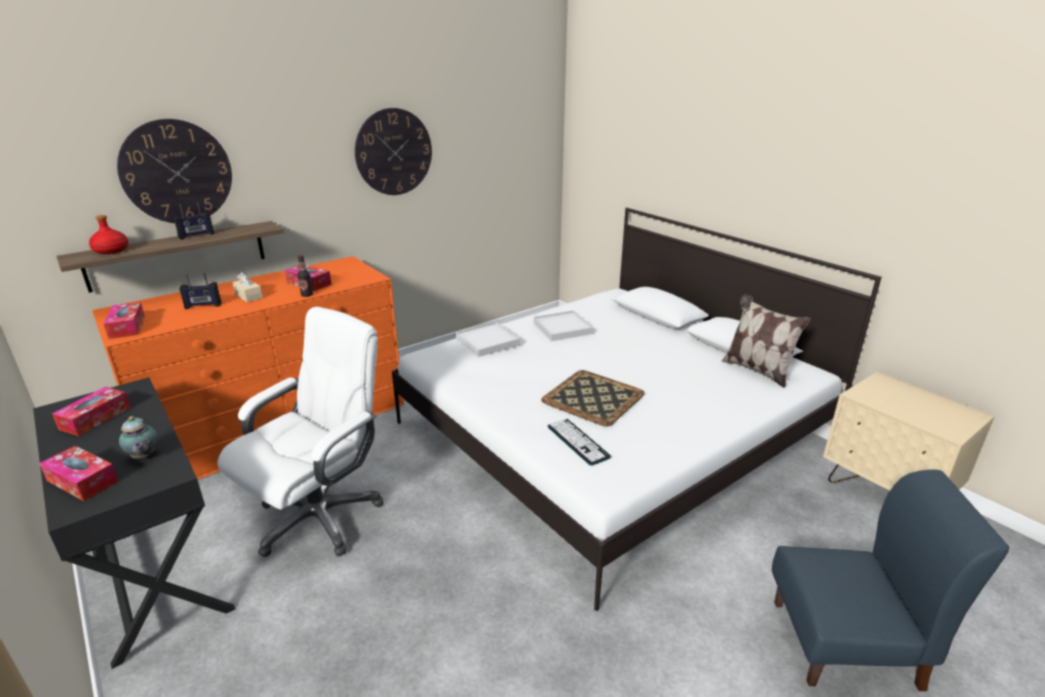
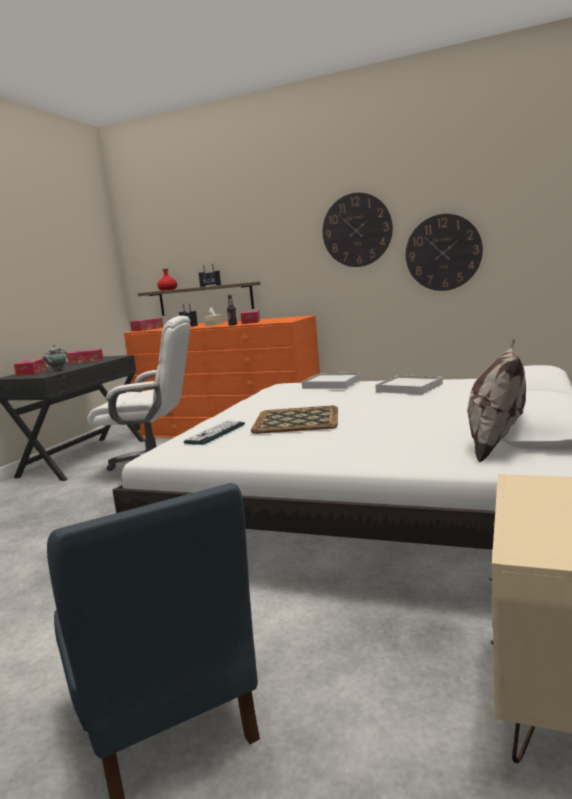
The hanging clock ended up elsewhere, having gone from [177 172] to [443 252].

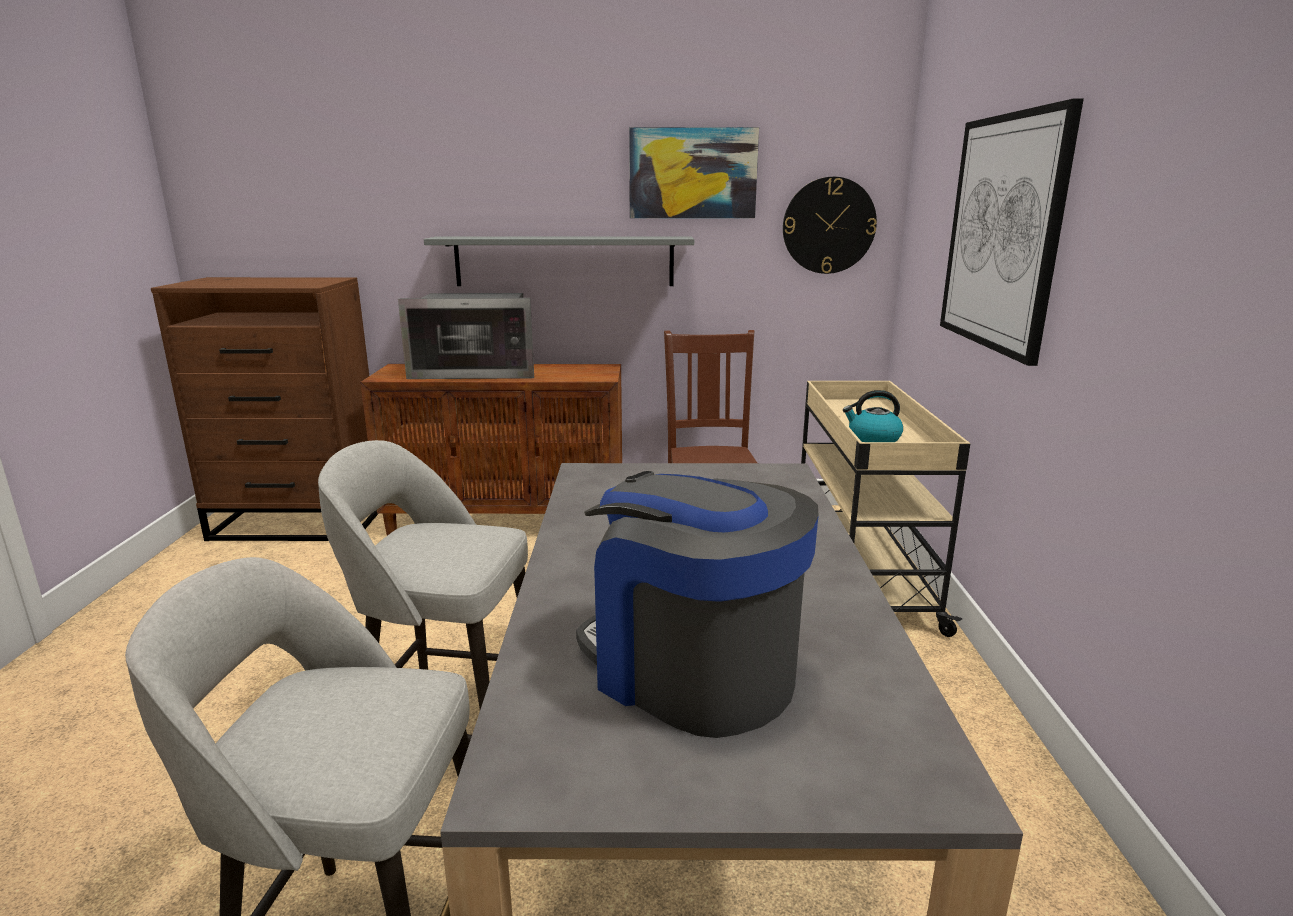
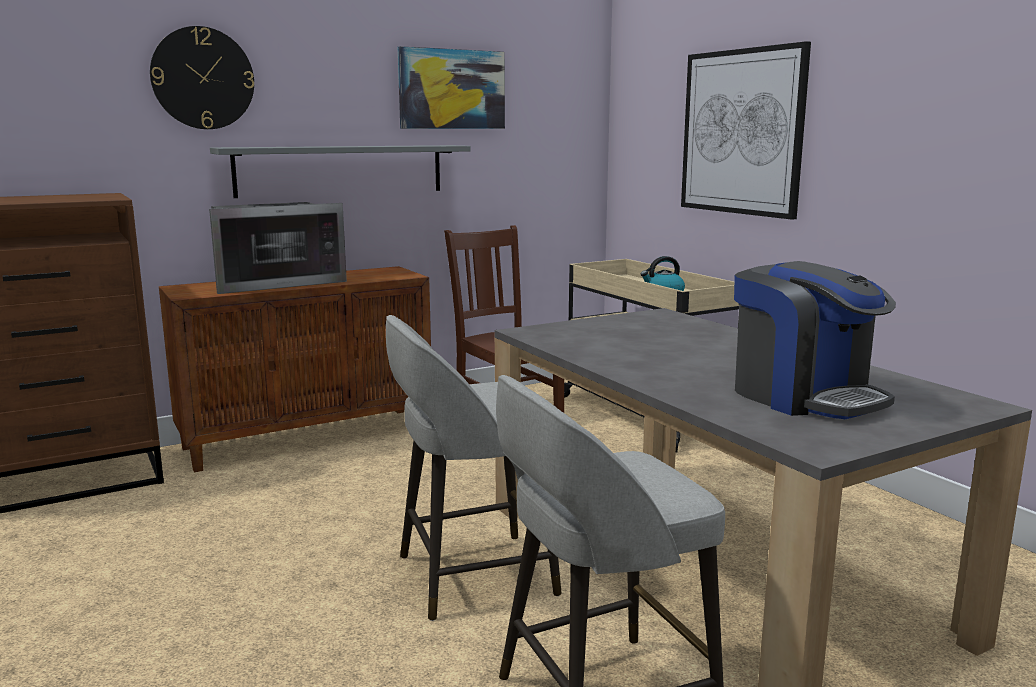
The coffee maker at [690 670] ended up facing another way, 135 degrees counterclockwise from before. The hanging clock ended up elsewhere, having gone from [828 225] to [203 78].

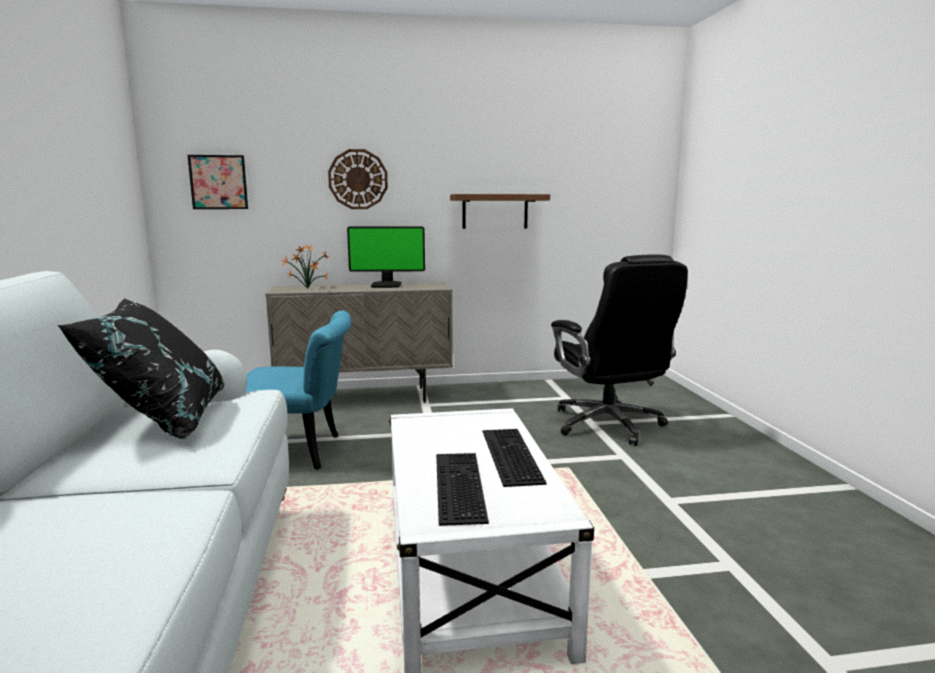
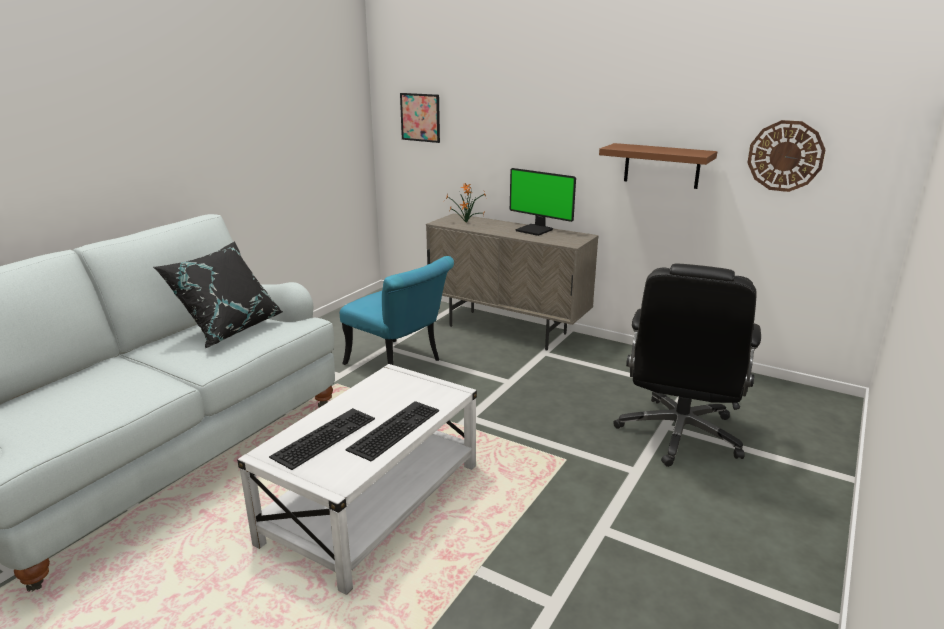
The hanging clock ended up elsewhere, having gone from [358 179] to [785 156].

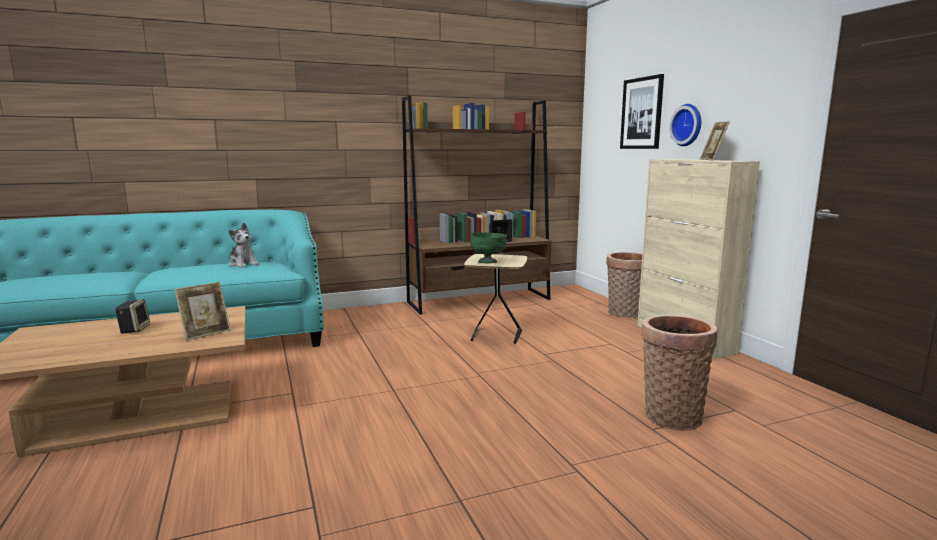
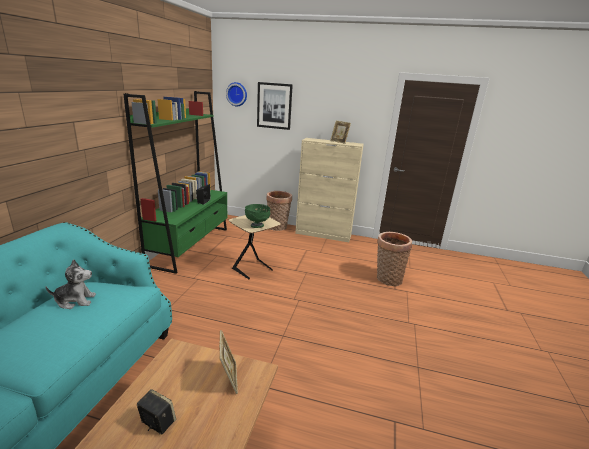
What was the bookshelf/brownish at [479 301] turned into the bookshelf/green-coloured at [190 246]. The hanging clock ended up elsewhere, having gone from [688 125] to [237 94].

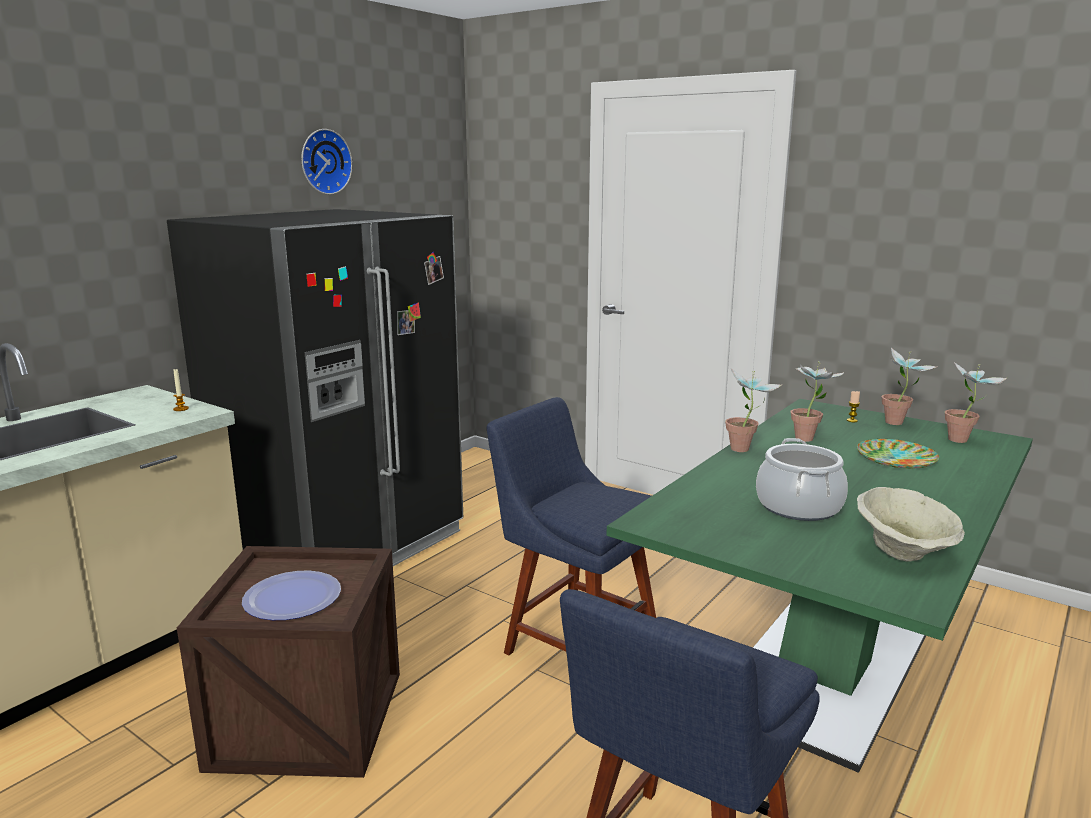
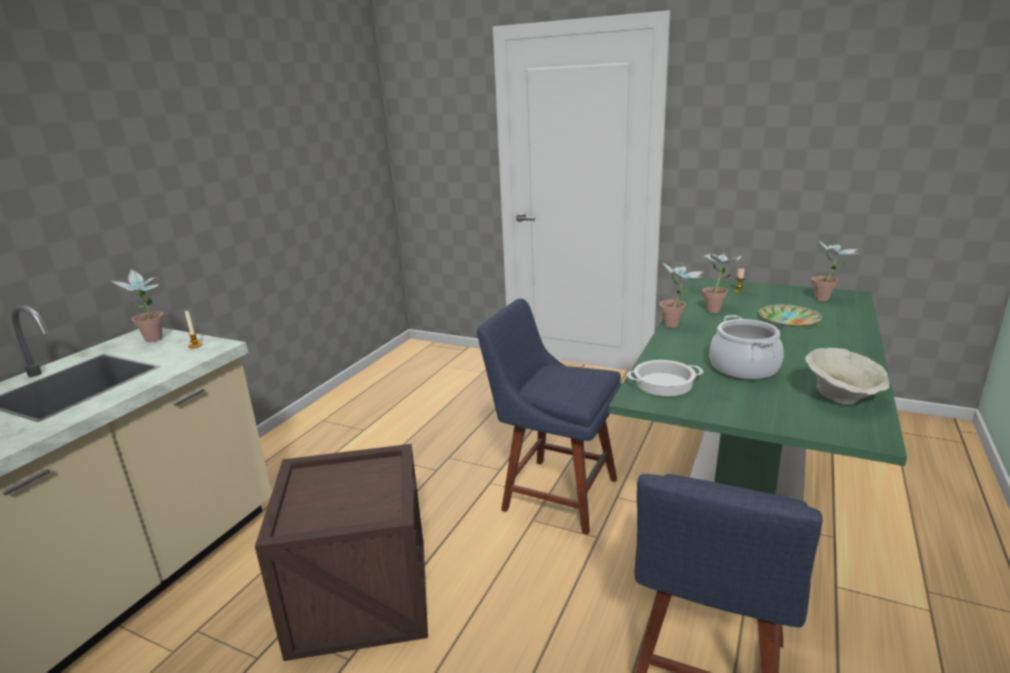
The second view lost the refrigerator/black at [343 546]. The second view lost the flat dish at [292 597]. The second view lost the hanging clock at [324 162]. The potted plant ended up elsewhere, having gone from [899 424] to [154 341]. The second view gained the stockpot at [663 384].

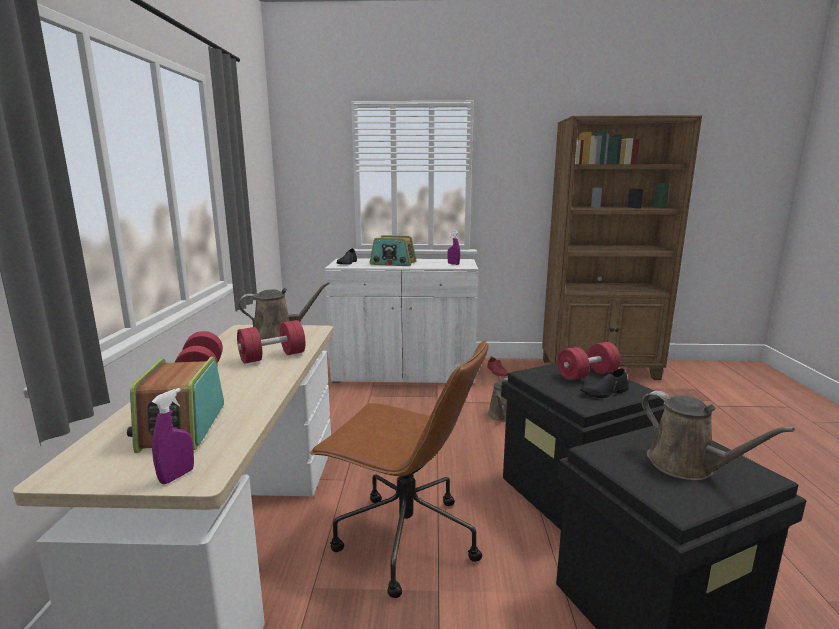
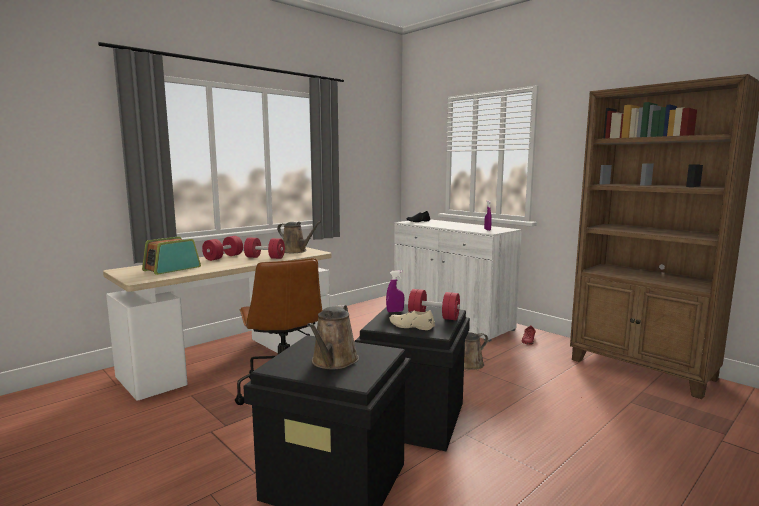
The spray bottle/purple ended up elsewhere, having gone from [177 476] to [395 311]. The second view lost the radio receiver at [393 263]. What was the item of footwear/black at [604 392] turned into the item of footwear/beige at [411 326].

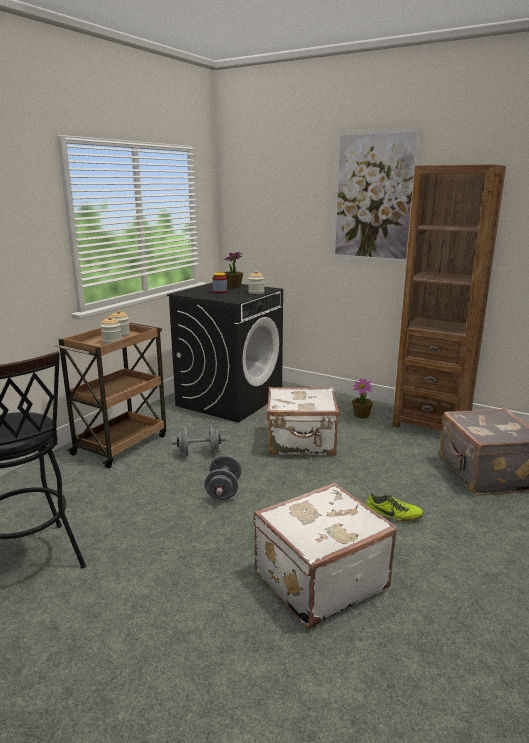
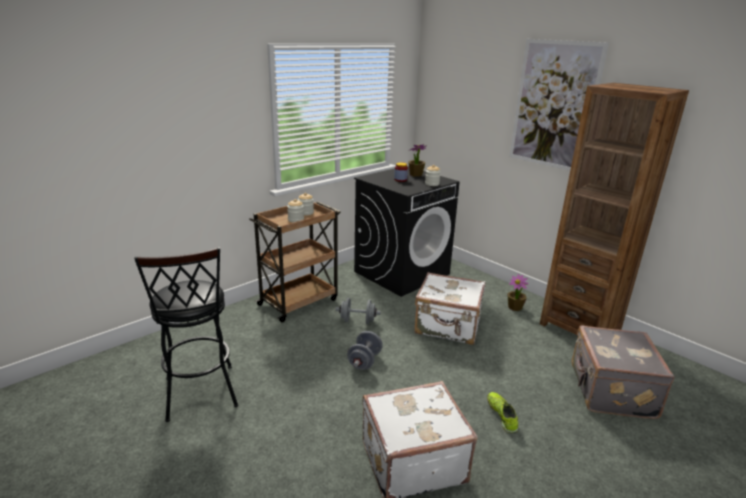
The item of footwear at [393 515] ended up facing another way, 135 degrees counterclockwise from before.

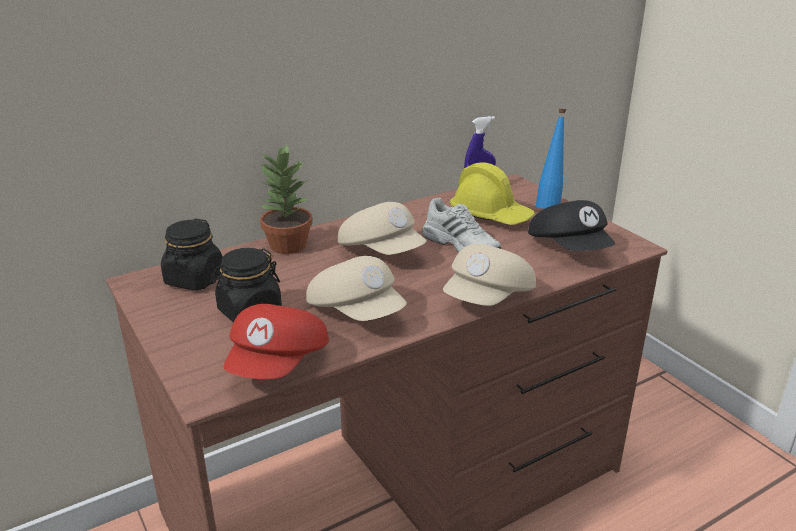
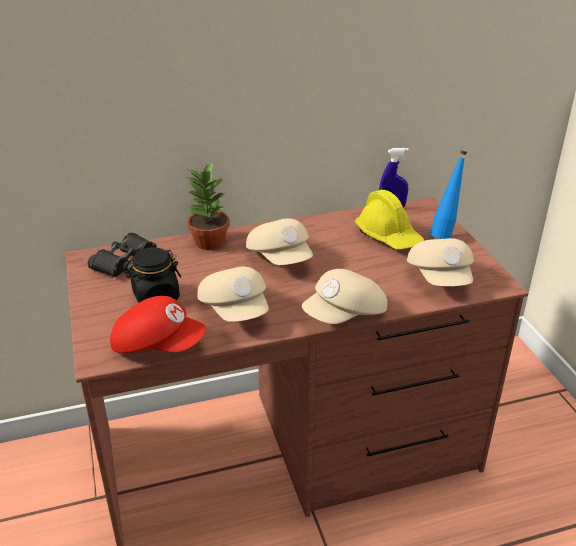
Where the jar/black stood at [194 279], the field glasses/black came to stand at [127 262]. The cap/reddish at [279 364] ended up facing another way, 105 degrees counterclockwise from before. The second view lost the item of footwear/whitish at [462 244]. What was the cap/black at [570 248] turned into the cap/beige at [440 278].

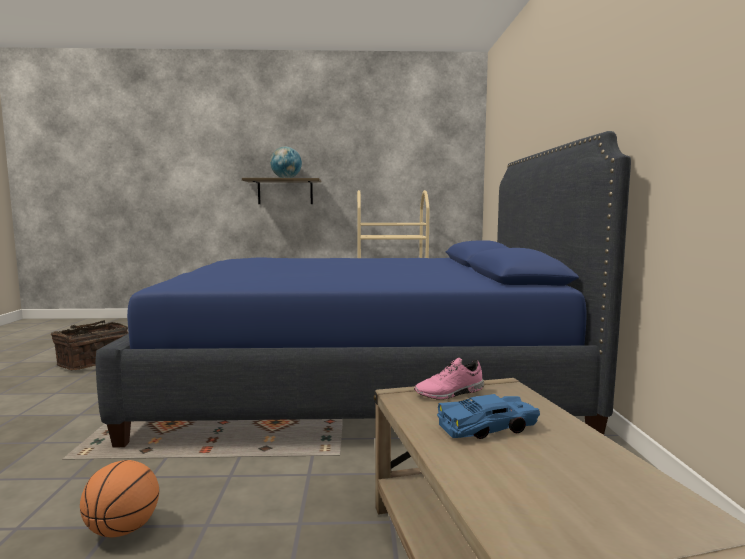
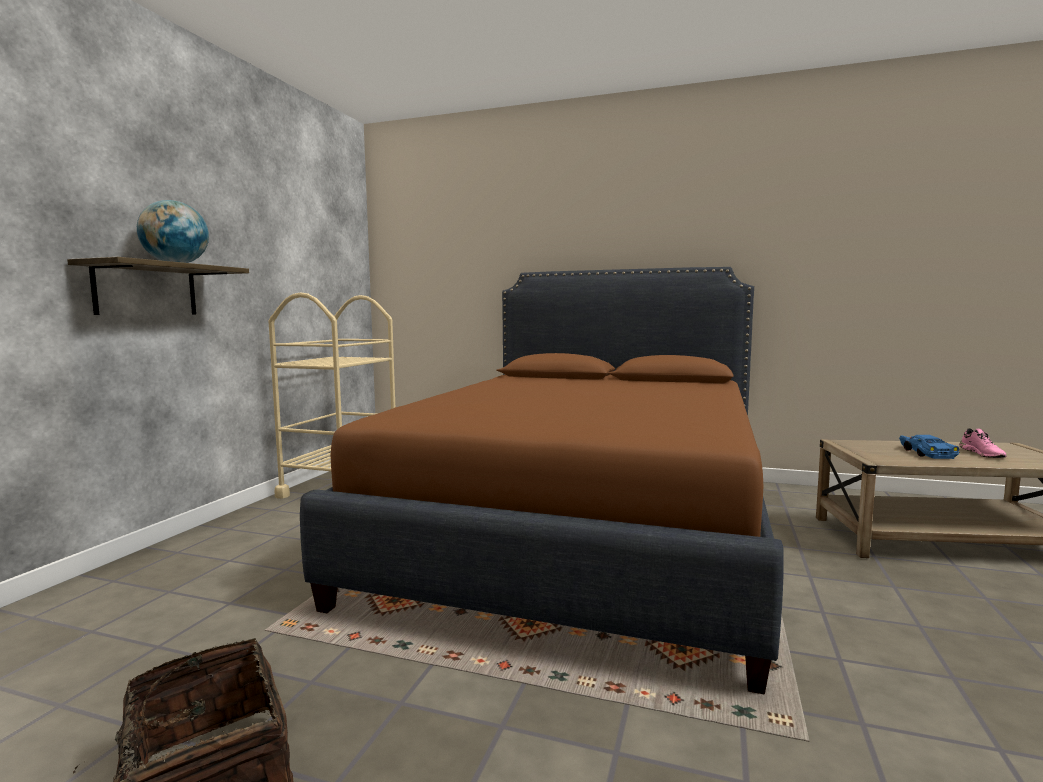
The second view lost the ball for basketball at [123 530]. What was the bed/blue-coloured at [362 384] turned into the bed/brownish at [584 530]. The item of footwear/pinkish ended up elsewhere, having gone from [450 393] to [983 454].

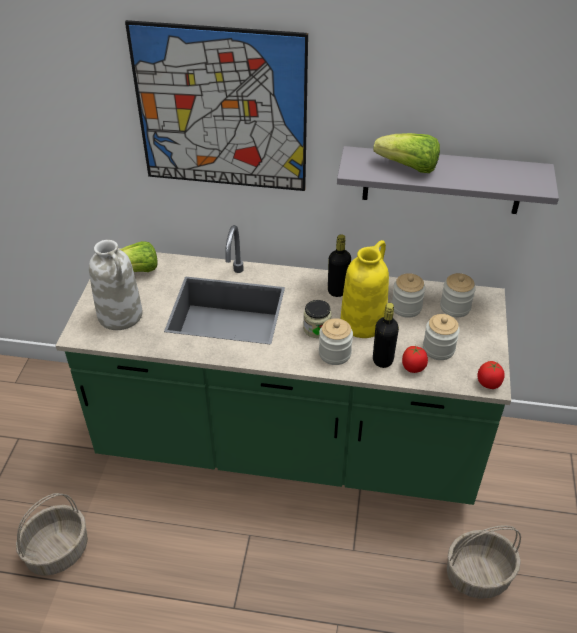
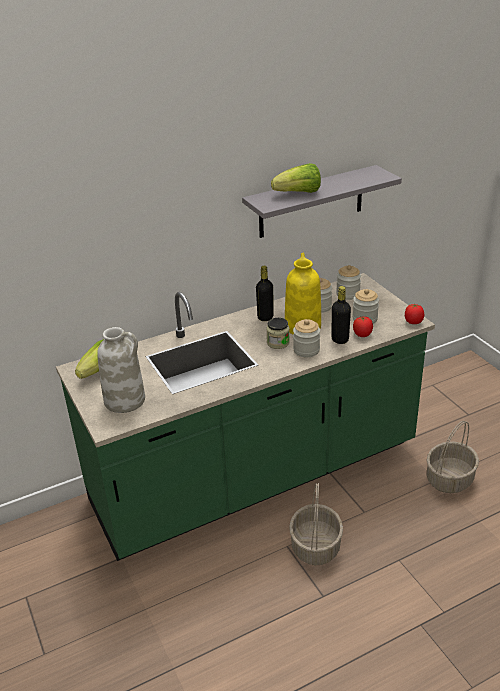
The household basket ended up elsewhere, having gone from [58 550] to [315 546]. The second view lost the wall art at [221 110].

